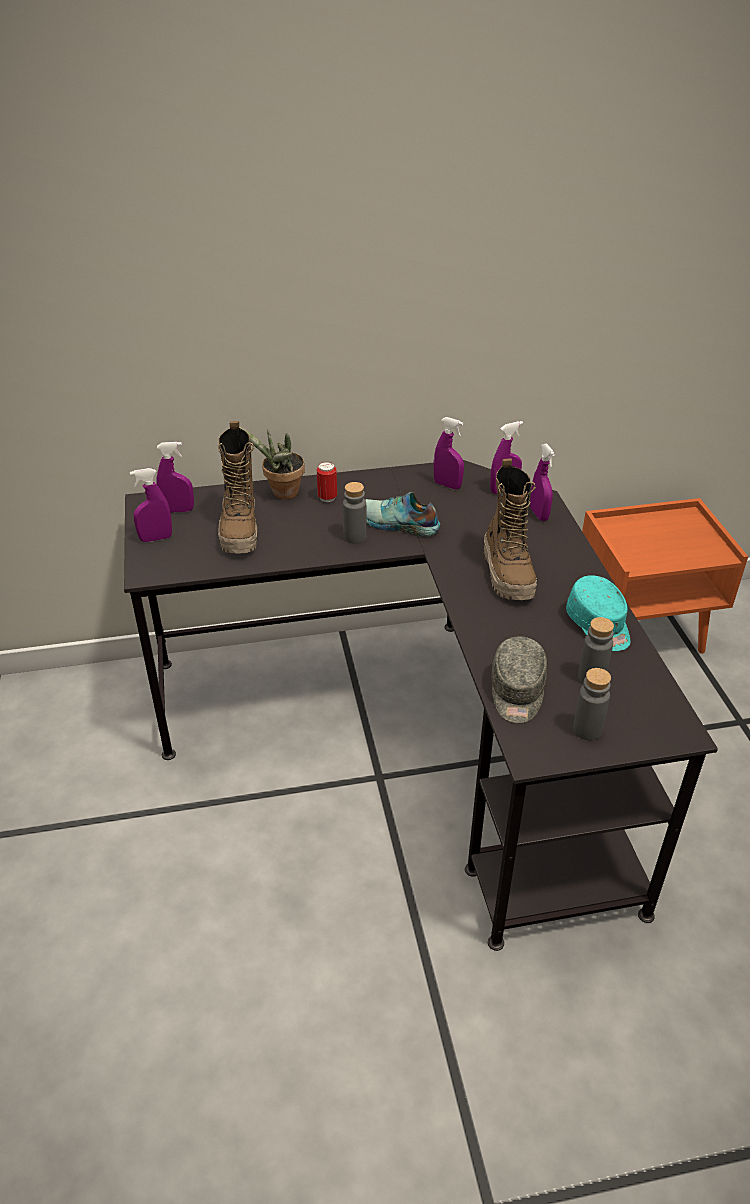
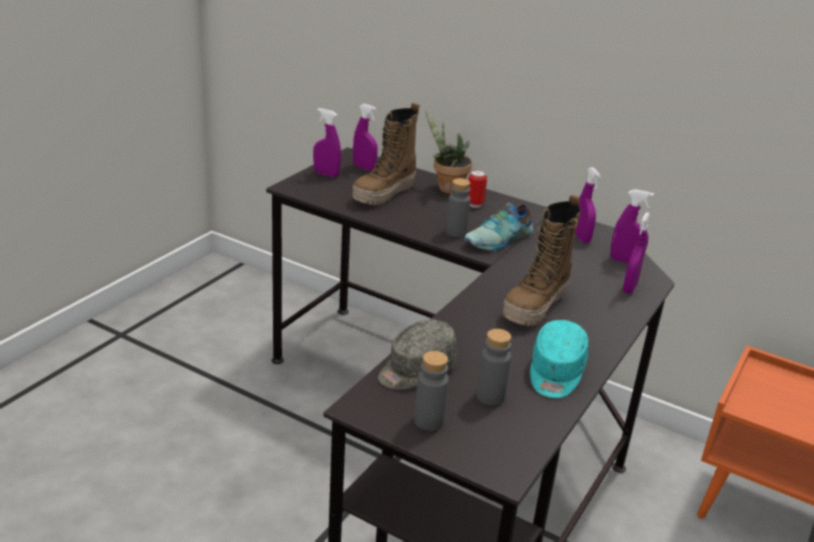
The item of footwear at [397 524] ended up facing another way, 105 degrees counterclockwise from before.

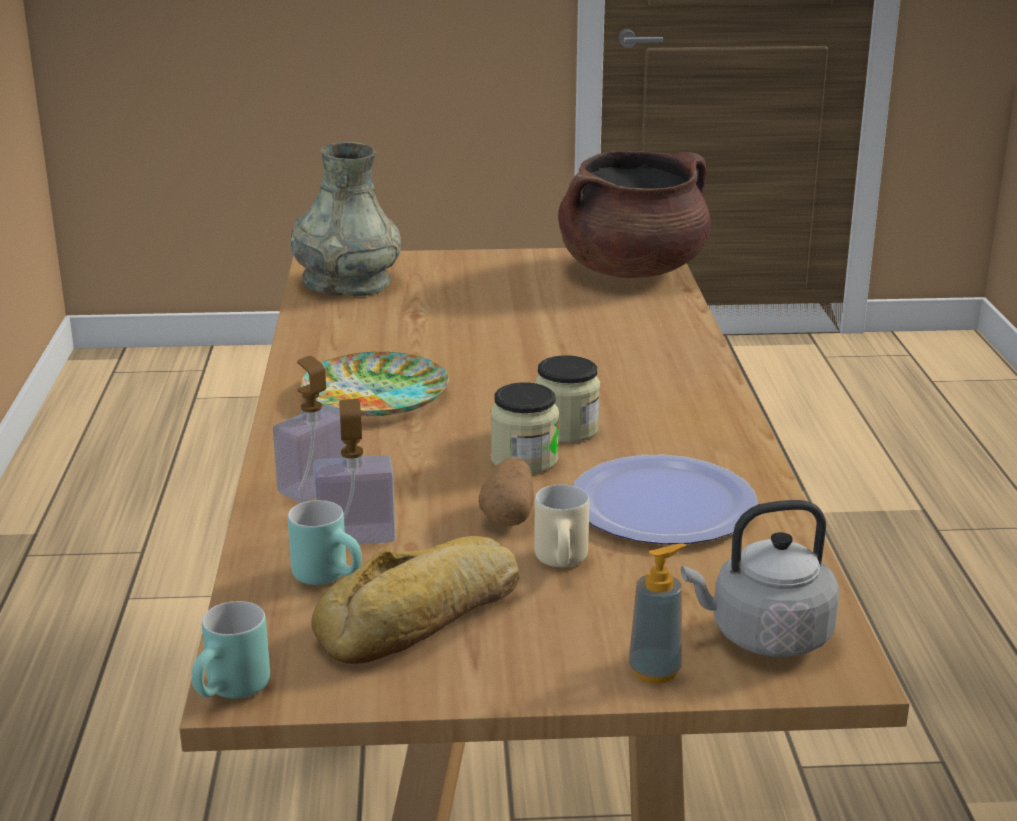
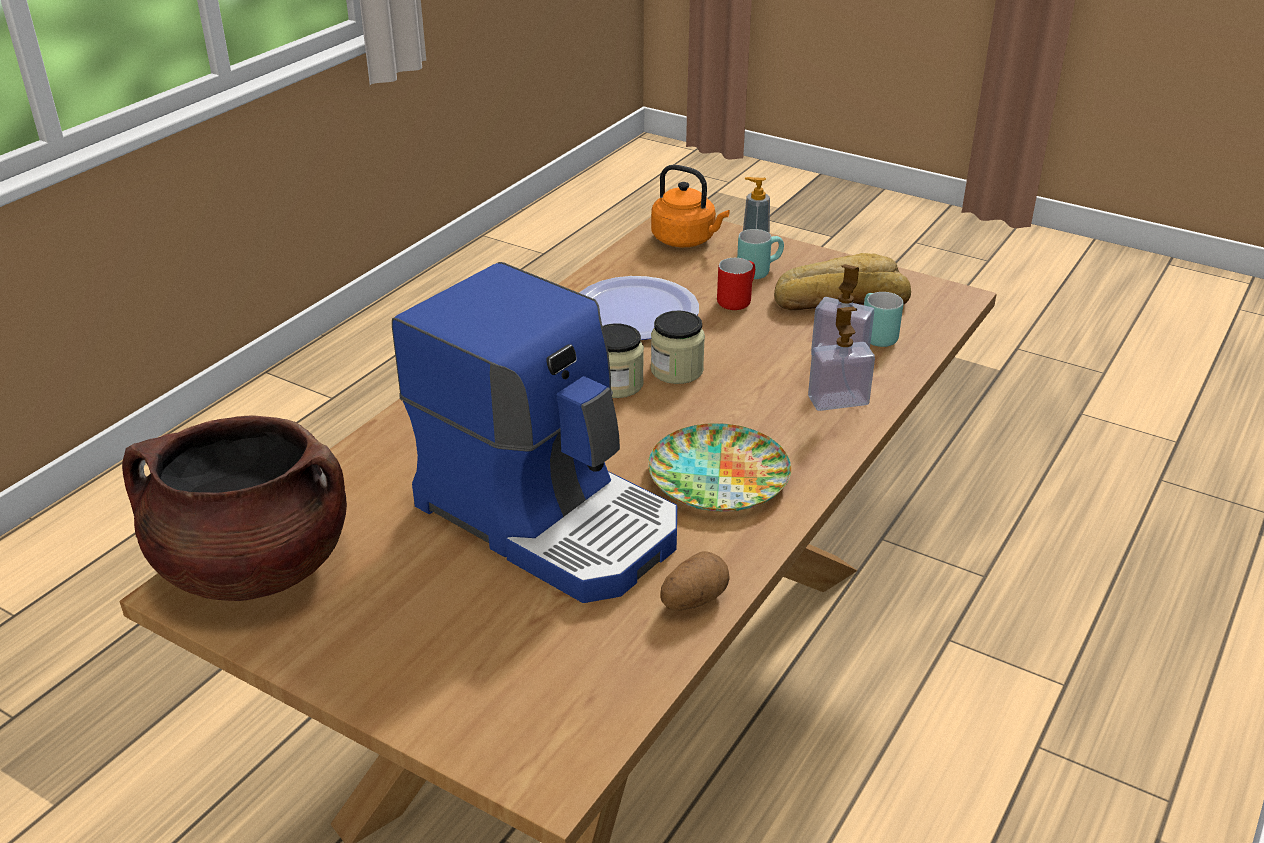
The coffee mug/turquoise-coloured ended up elsewhere, having gone from [234 693] to [758 270]. The second view lost the decorative vase/greyish at [347 282]. The spud ended up elsewhere, having gone from [509 515] to [693 599]. What was the coffee mug/beige at [565 563] turned into the coffee mug/reddish at [735 299]. What was the kettle/greyish at [764 636] turned into the kettle/orange at [686 240]. The second view gained the coffee maker at [550 517].

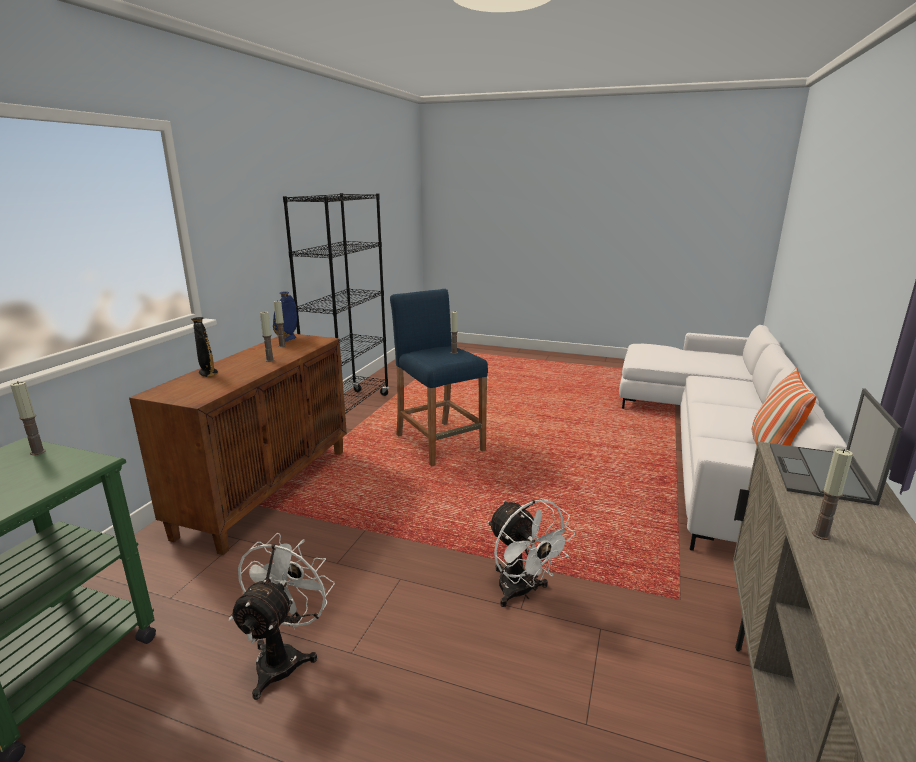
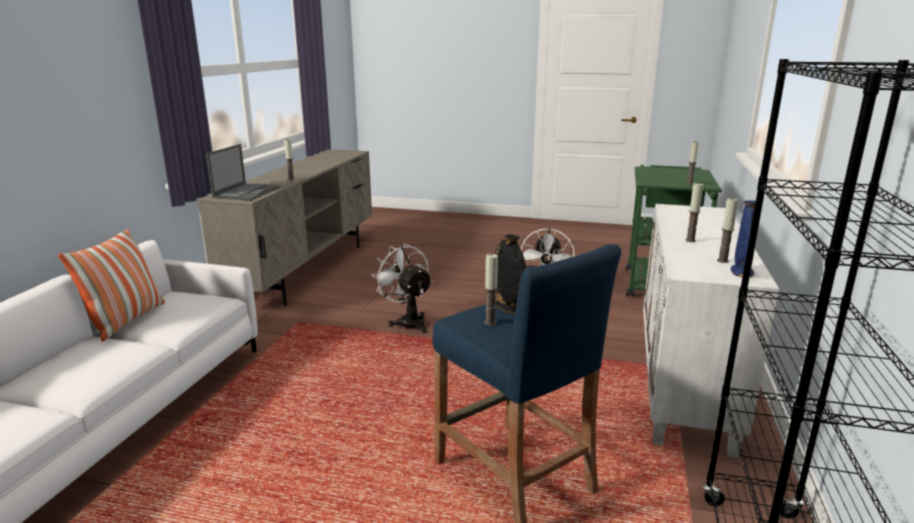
What was the storage cabinet/brownish at [267 490] turned into the storage cabinet/whitish at [684 384]. The decorative vase/black ended up elsewhere, having gone from [208 373] to [508 308].

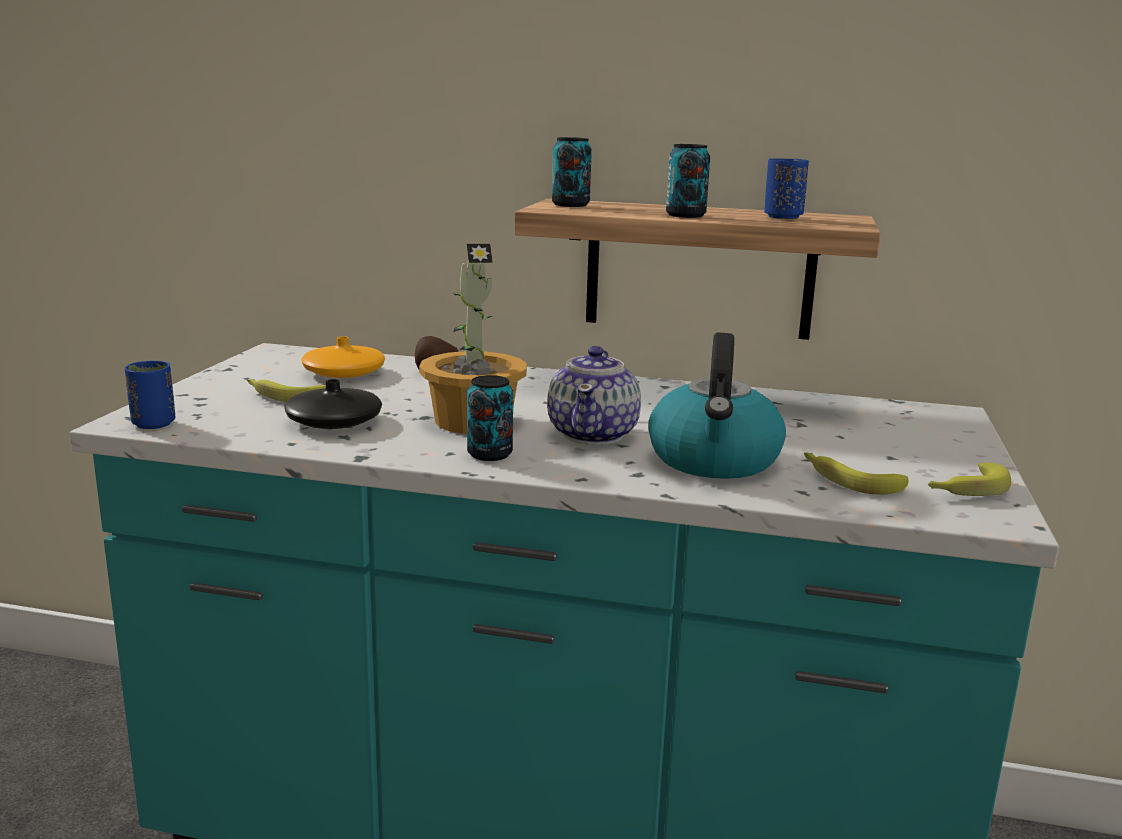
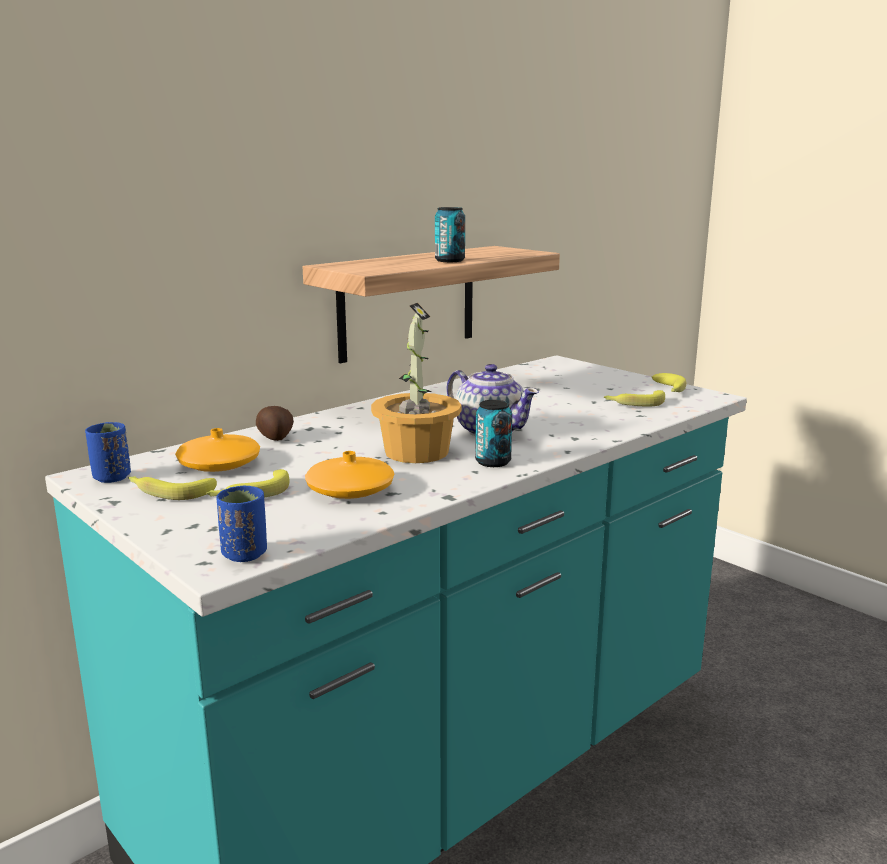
What was the decorative vase/black at [334 422] turned into the decorative vase/orange at [350 490]. The second view lost the sealed can at [570 205]. The second view lost the kettle at [714 461]. The cup/blue-coloured ended up elsewhere, having gone from [783 217] to [112 477]. The second view gained the banana fruit at [169 492].

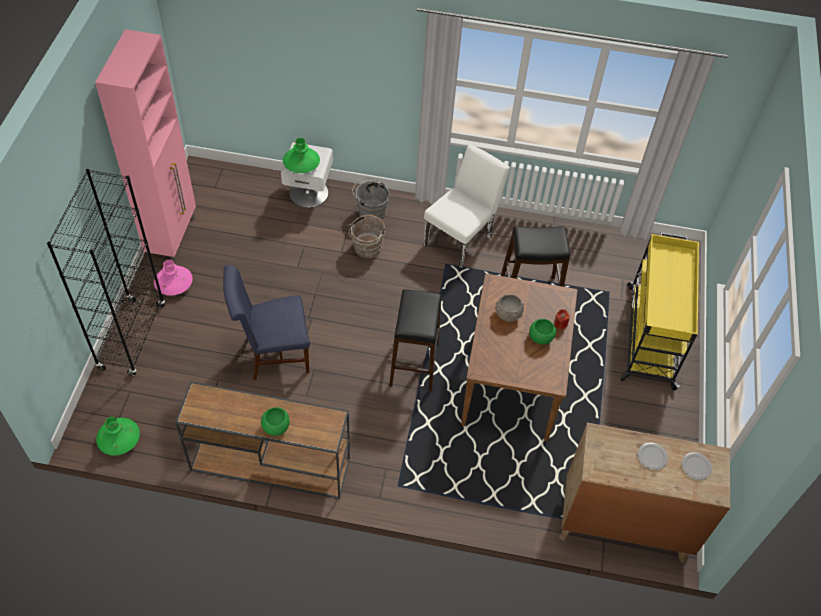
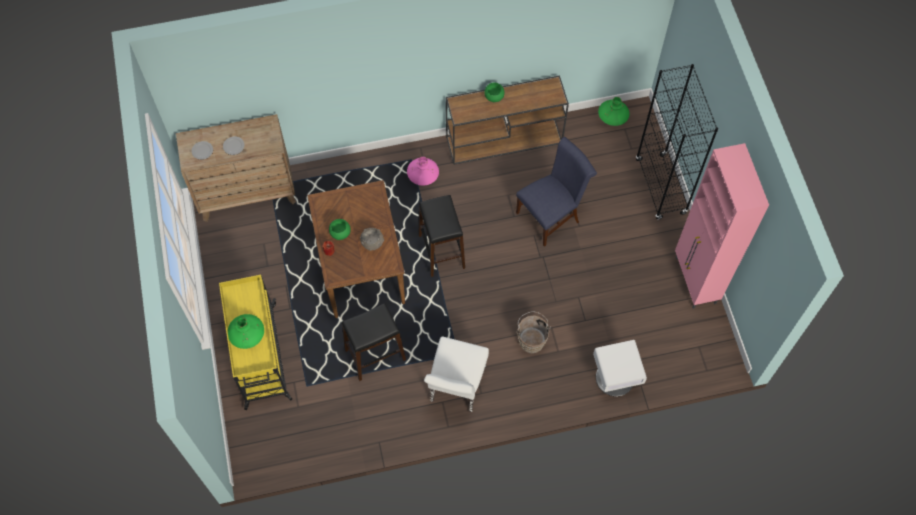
The decorative vase/pinkish ended up elsewhere, having gone from [174 284] to [423 174]. The decorative vase/green-coloured ended up elsewhere, having gone from [301 165] to [247 334]. The second view lost the water bucket/greyish at [370 212].

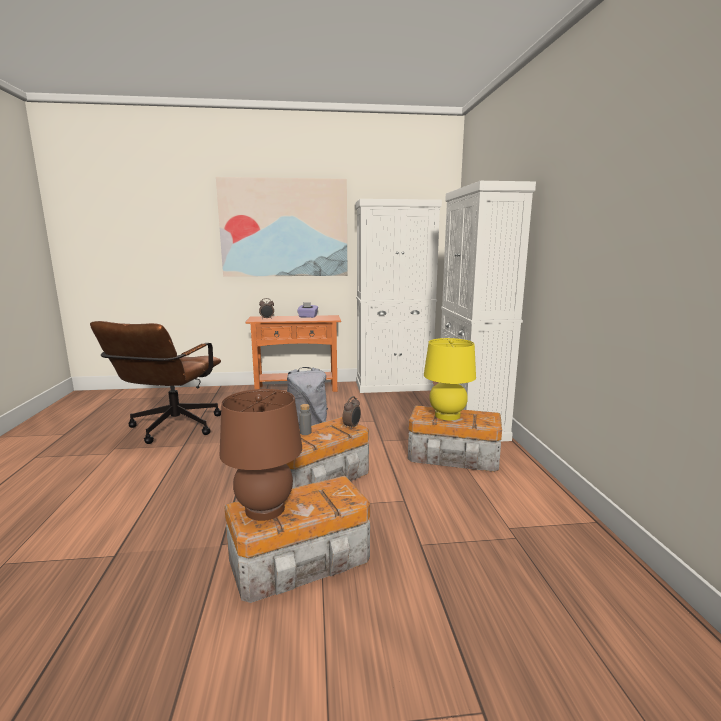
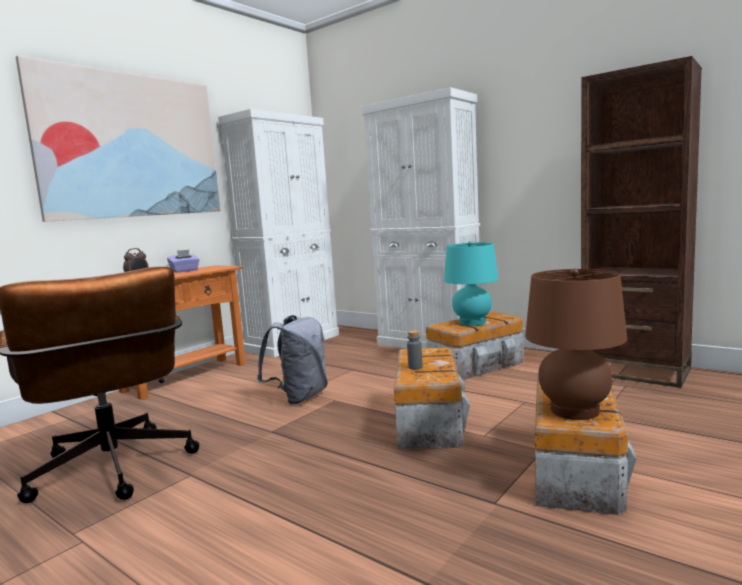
The second view lost the bedside clock at [352 427]. What was the tabletop lamp/yellow at [447 415] turned into the tabletop lamp/turquoise-coloured at [472 322]. The second view gained the bookshelf/brownish at [635 371].

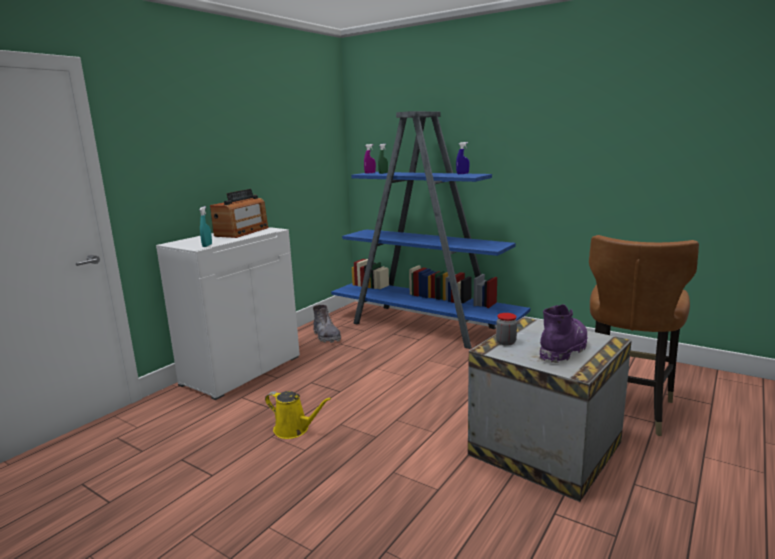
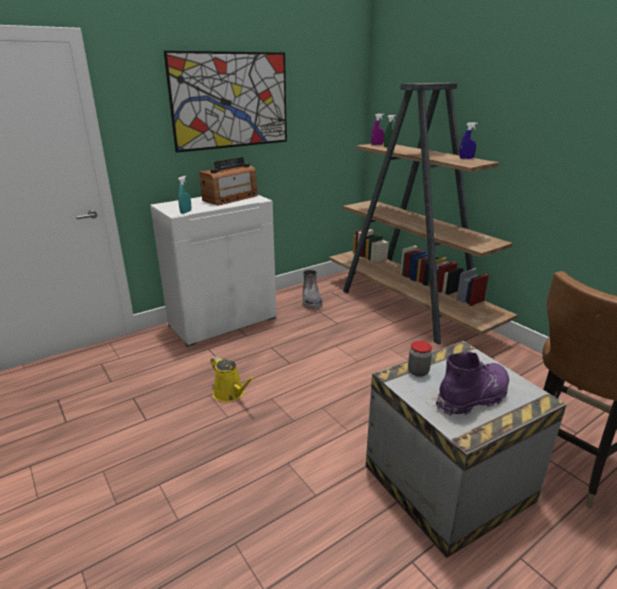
What was the bookshelf/blue-coloured at [425 326] turned into the bookshelf/brownish at [409 308]. The second view gained the wall art at [231 101].

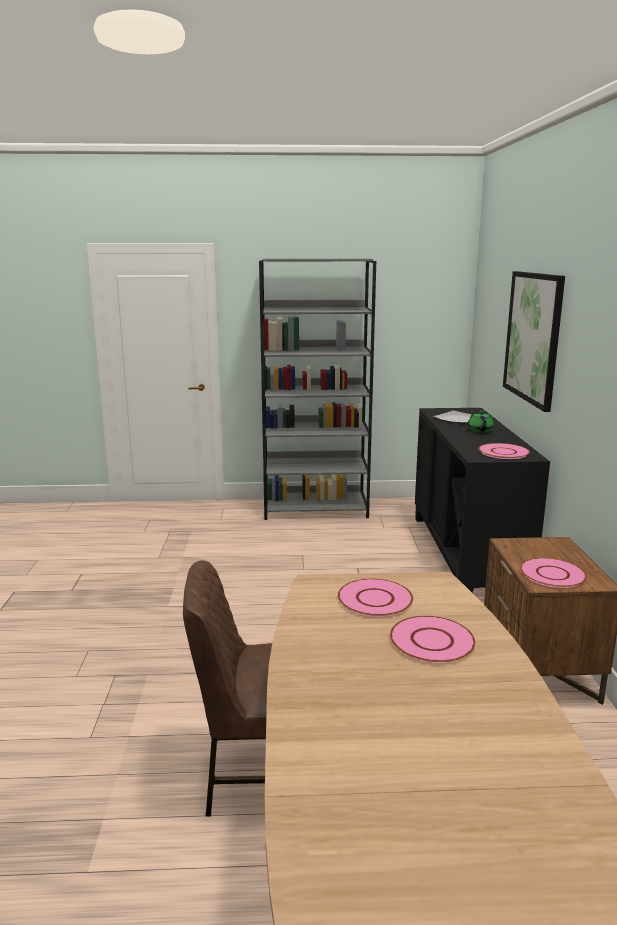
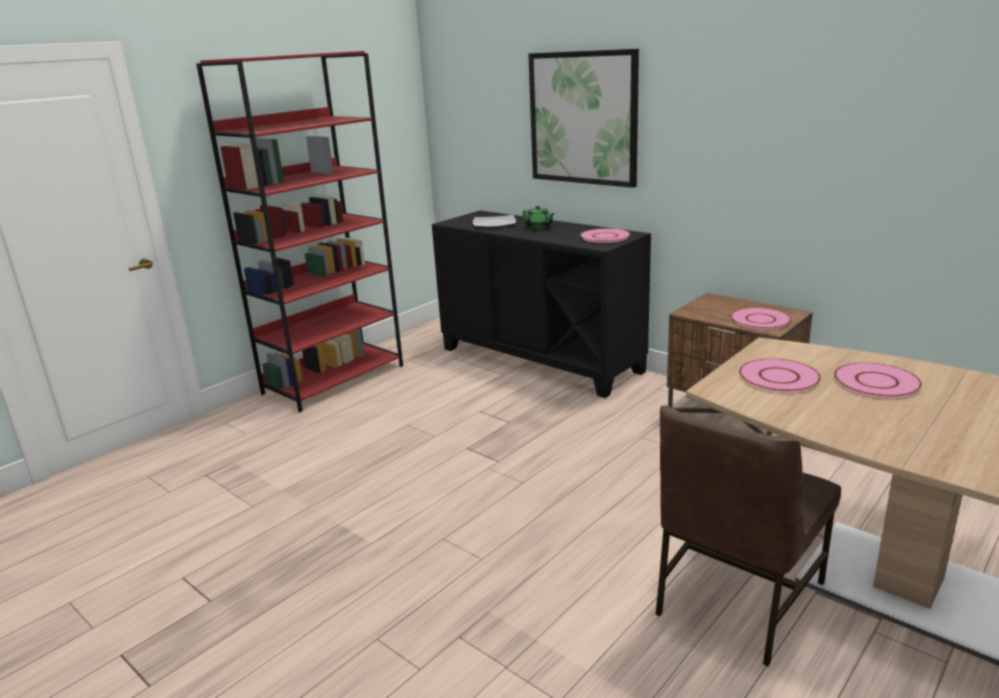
What was the bookshelf/greyish at [316 509] turned into the bookshelf/reddish at [334 379].

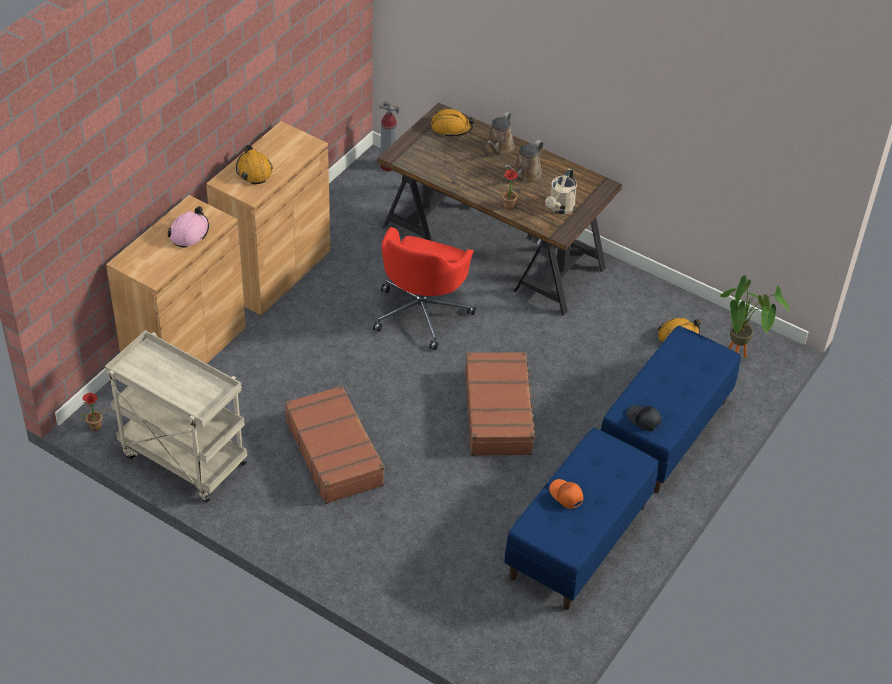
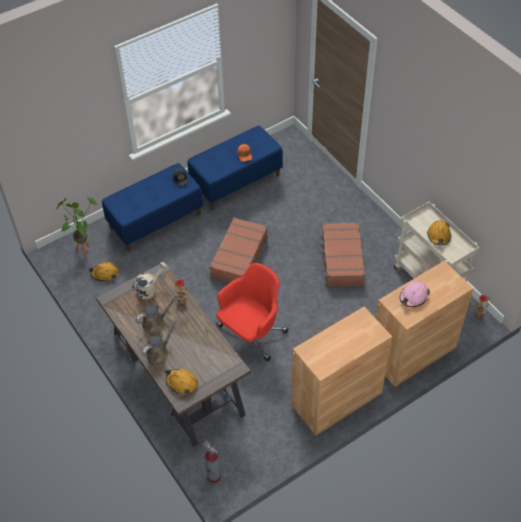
The hard hat/orange ended up elsewhere, having gone from [254 170] to [439 235].

